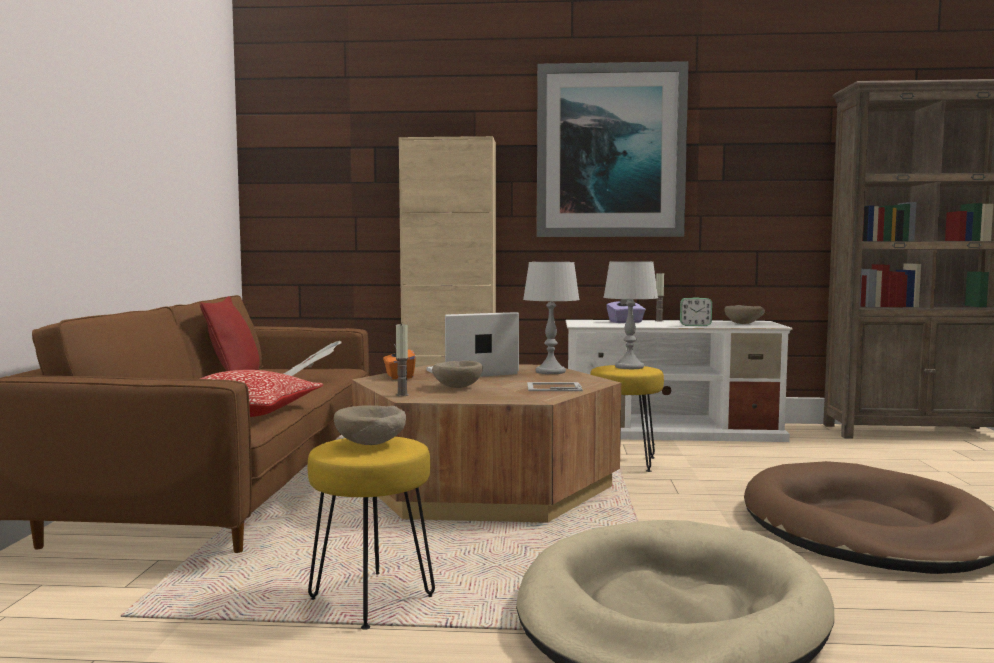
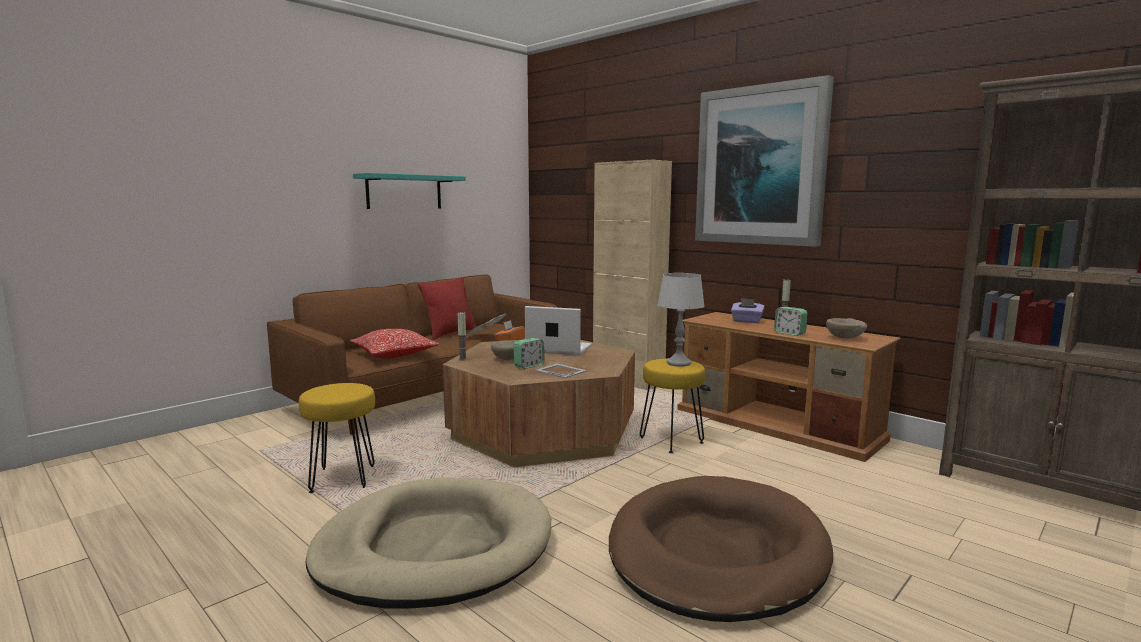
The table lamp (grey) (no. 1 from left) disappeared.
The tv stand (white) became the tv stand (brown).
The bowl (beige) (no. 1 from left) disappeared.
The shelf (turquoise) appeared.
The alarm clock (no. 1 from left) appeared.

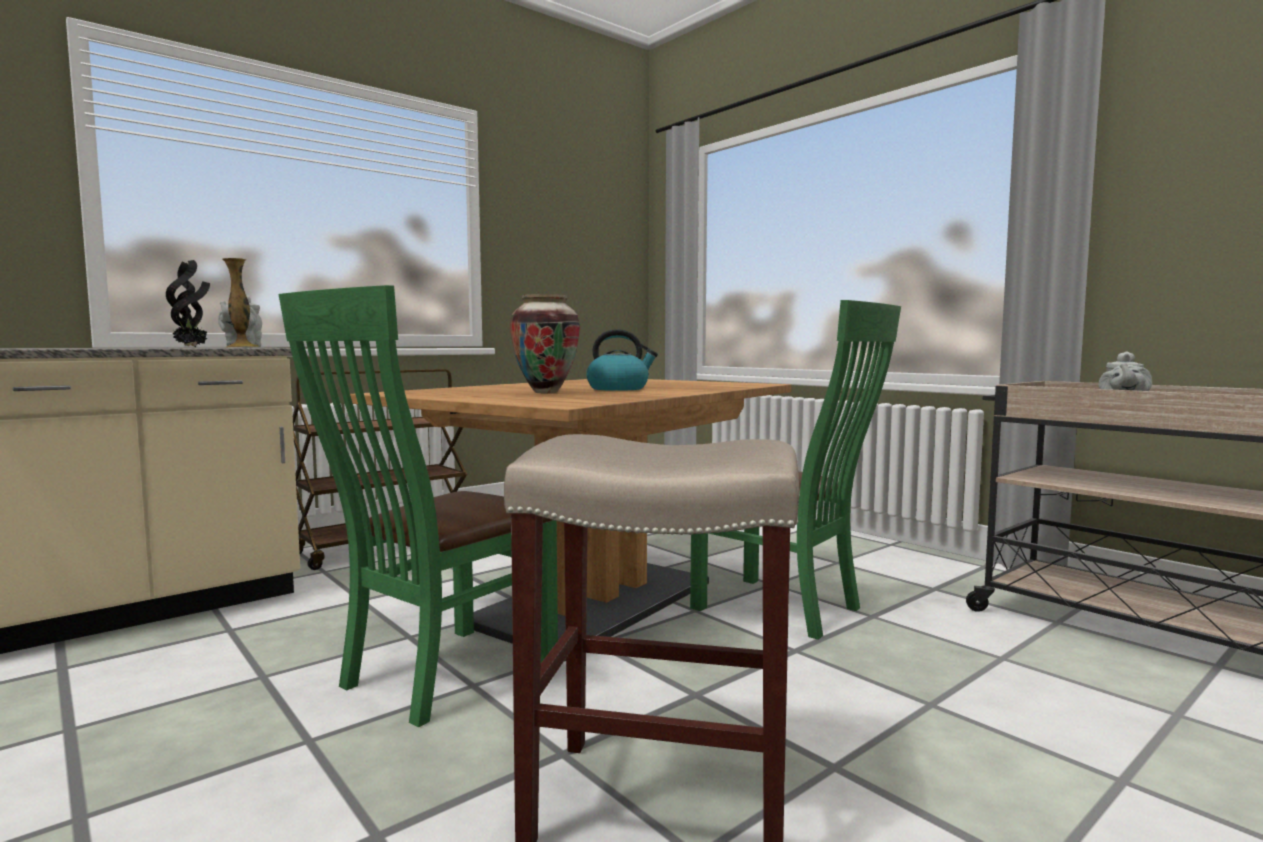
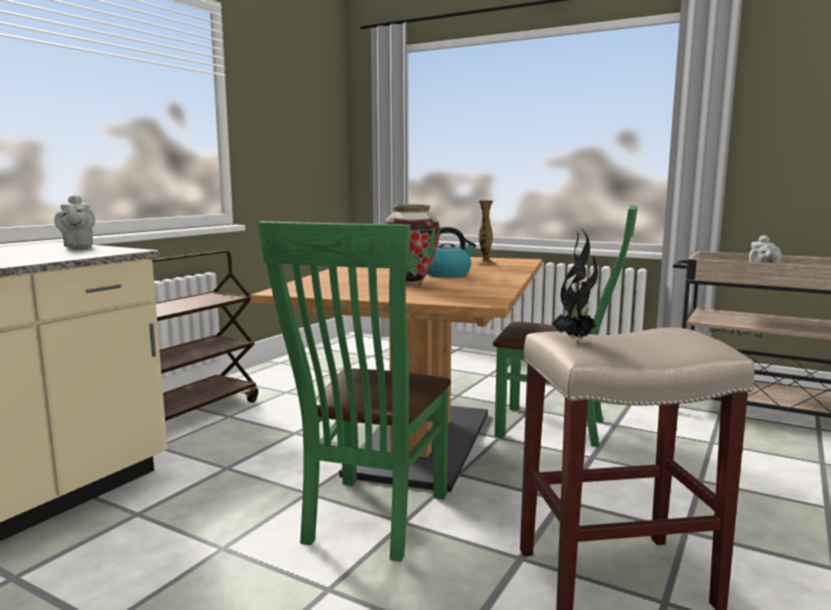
The vase (no. 1 from left in the first image) moved.
The potted plant moved.

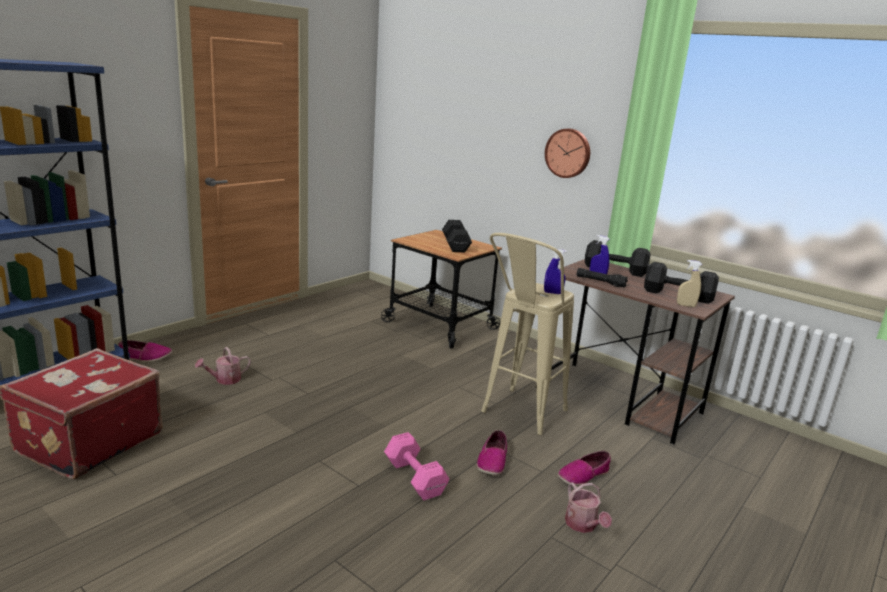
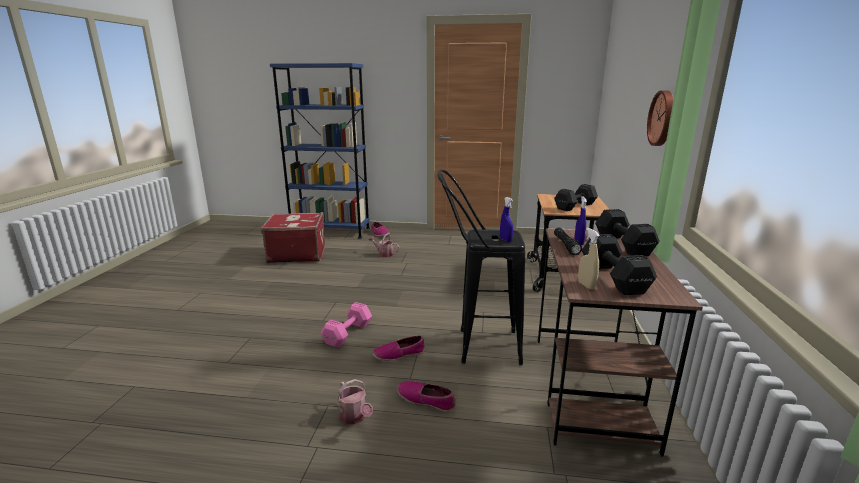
The stool (beige) became the stool (black).
The watering can (no. 2 from left in the first image) turned 75 degrees counterclockwise.

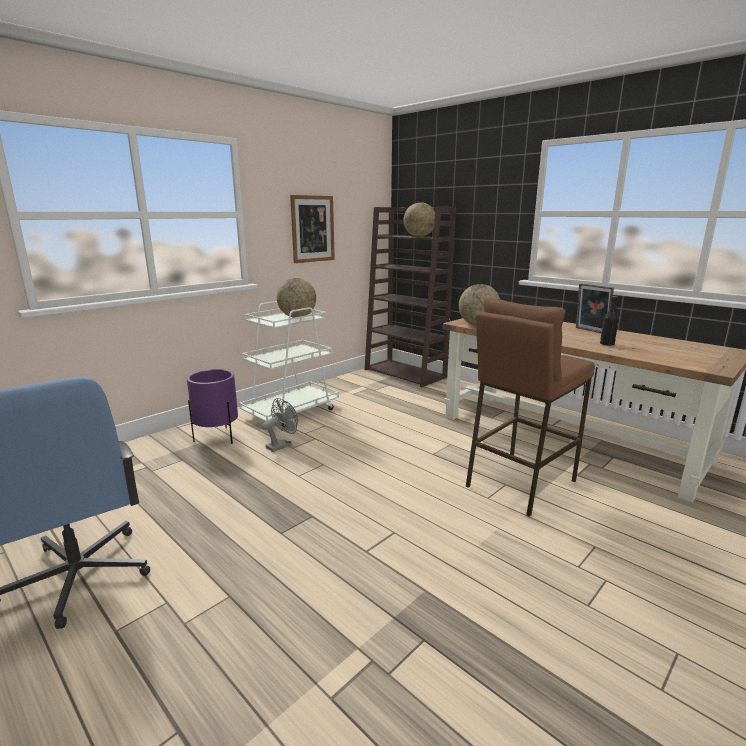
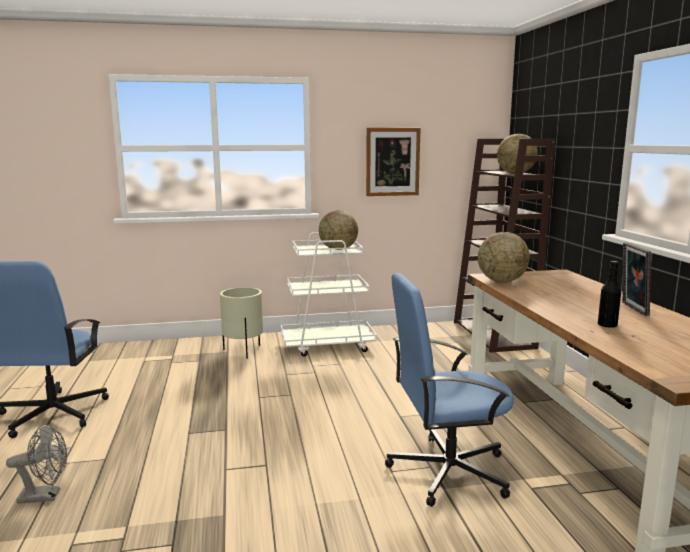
The stool (brown) was replaced by the office chair (blue) (no. 2 from left).
The planter (purple) became the planter (beige).
The fan (grey) moved.

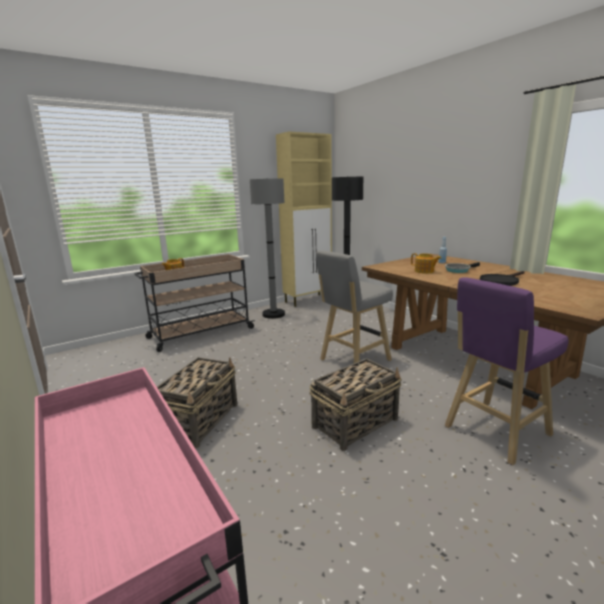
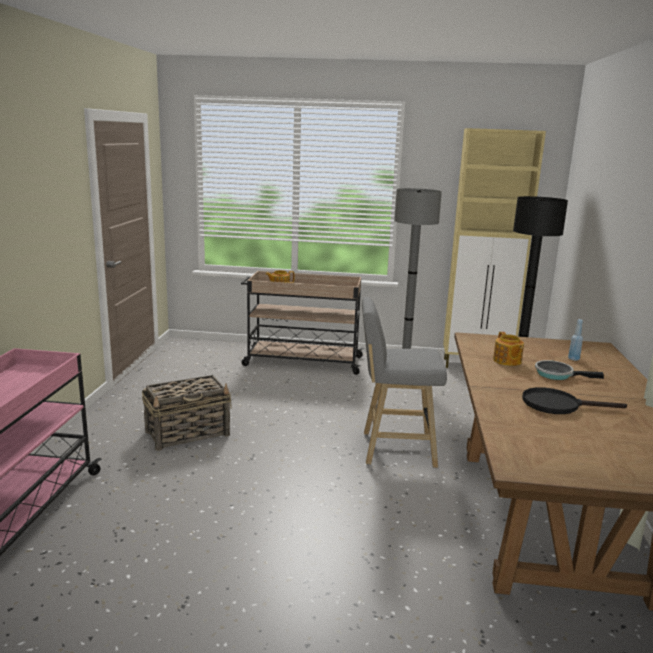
The stool (purple) disappeared.
The basket (no. 2 from left) disappeared.

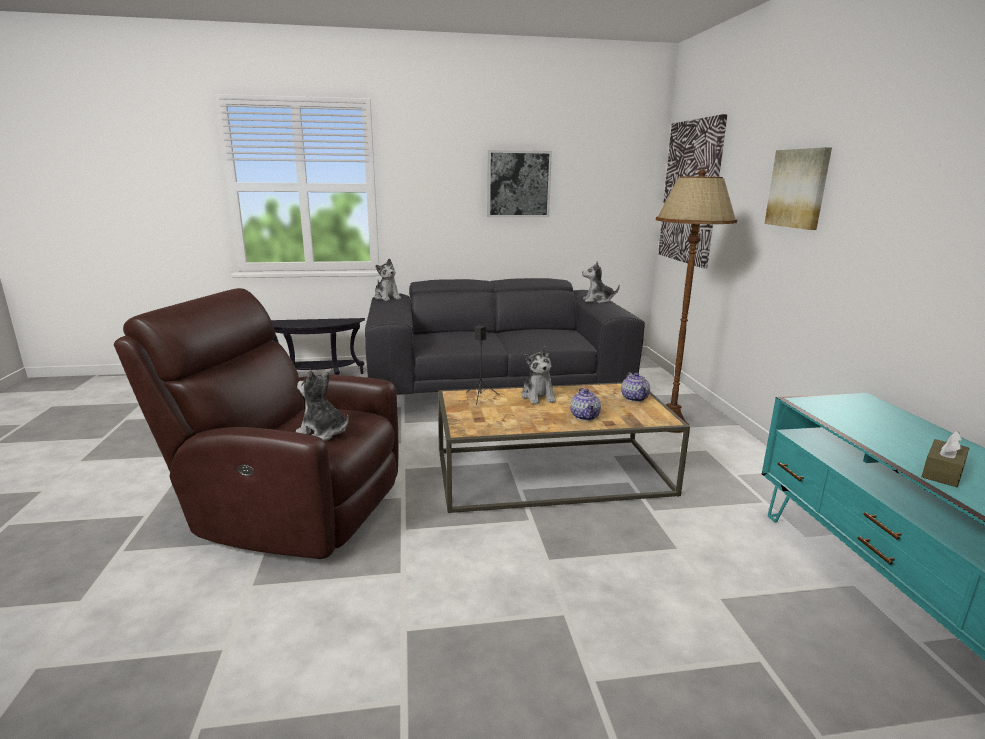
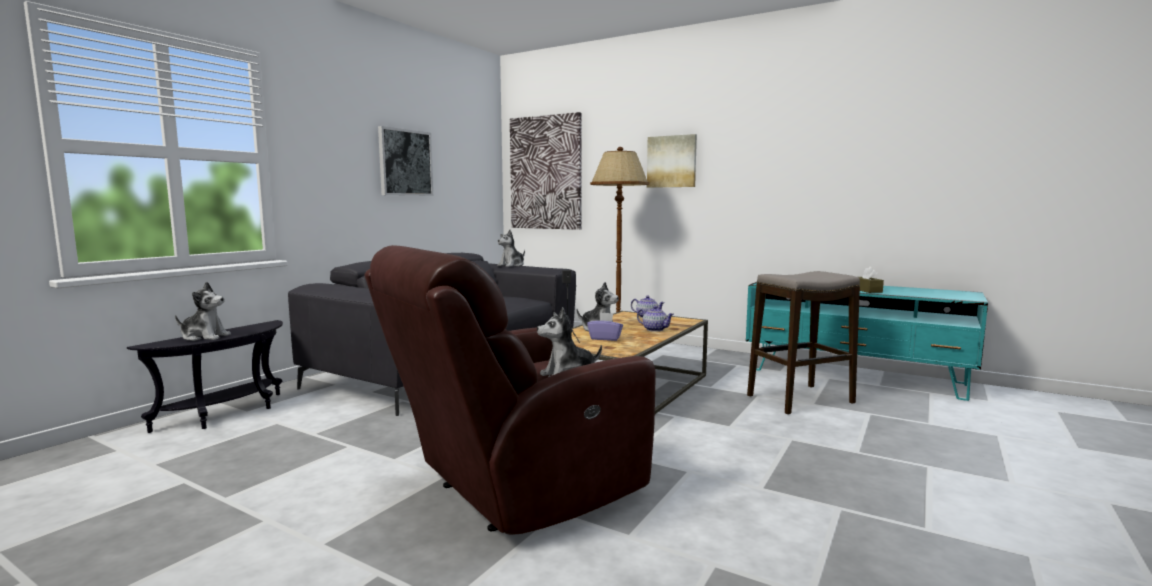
The plush toy (no. 2 from left in the first image) moved.
The stool appeared.
The tissue box (purple) appeared.

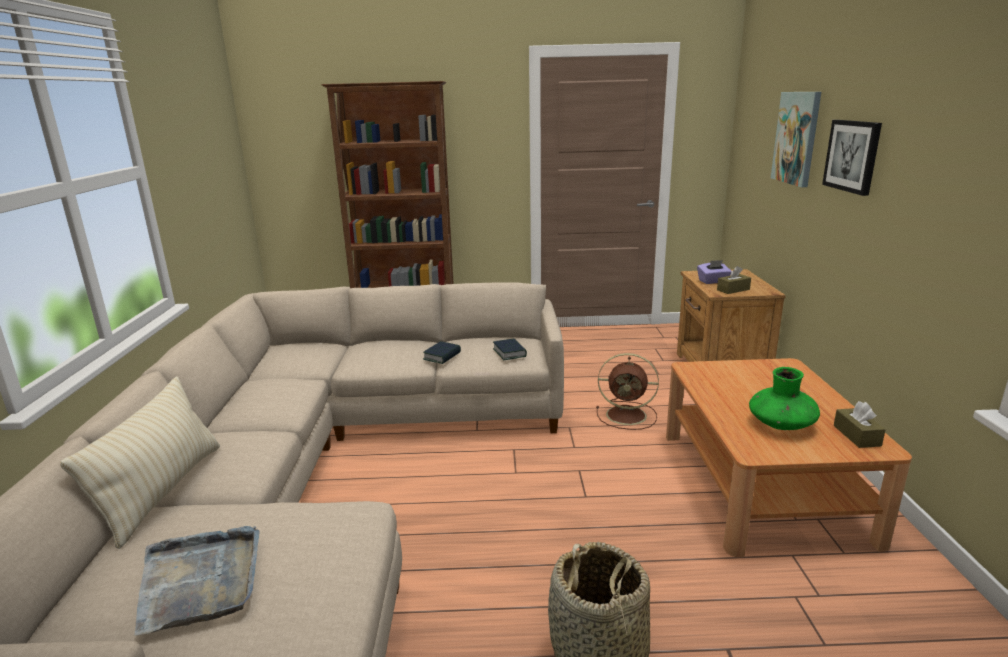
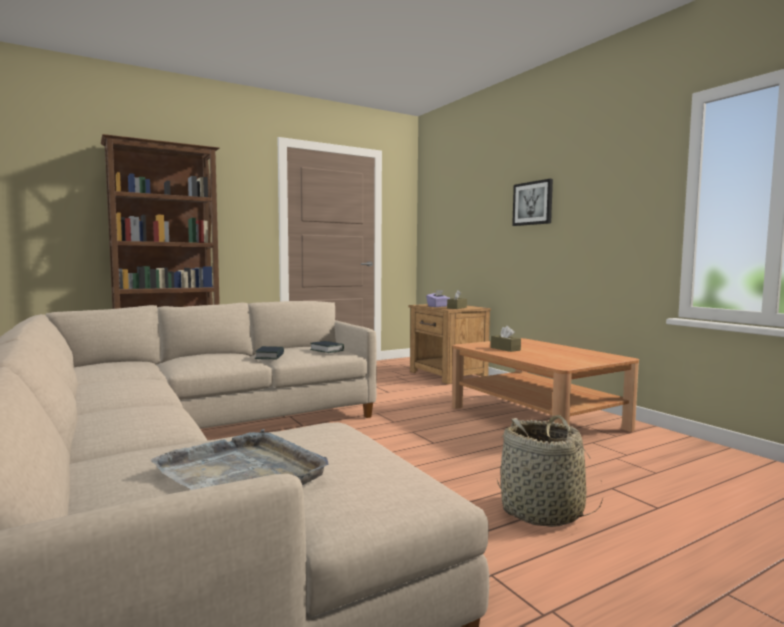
The picture (no. 1 from left) disappeared.
The fan (brown) disappeared.
The vase (green) disappeared.
The pillow (beige) disappeared.
The tissue box (brown) (no. 2 from left) moved.

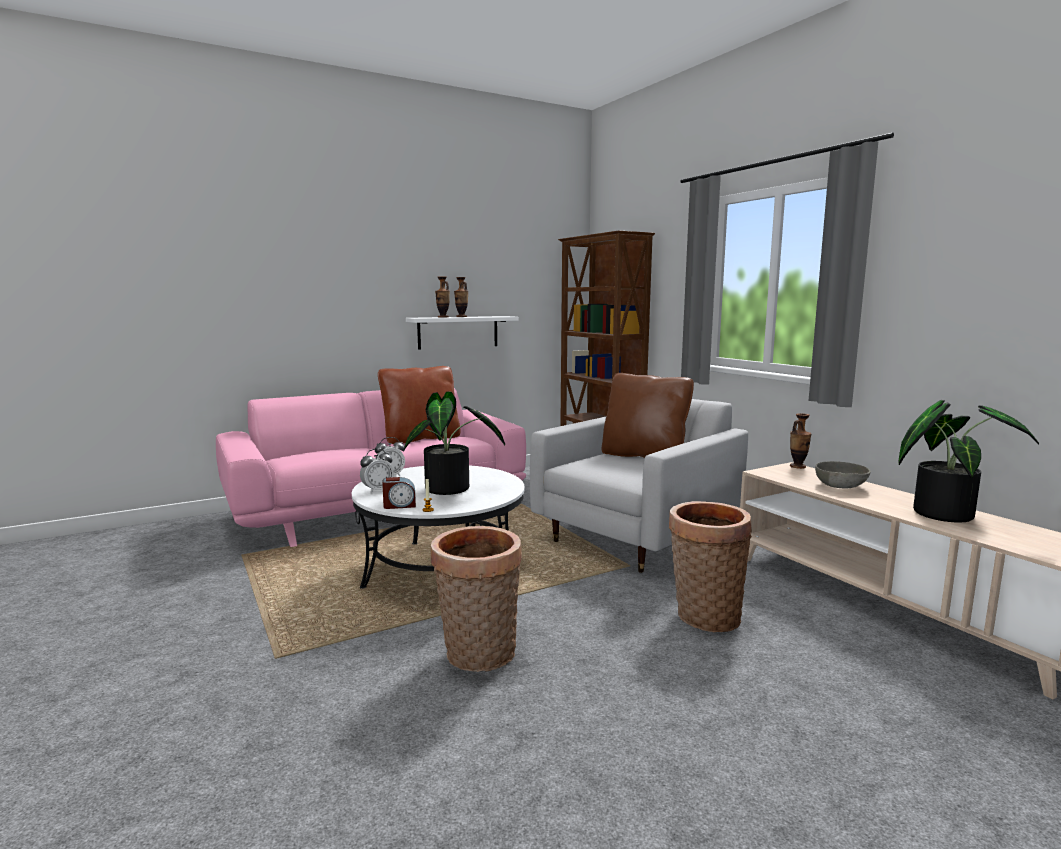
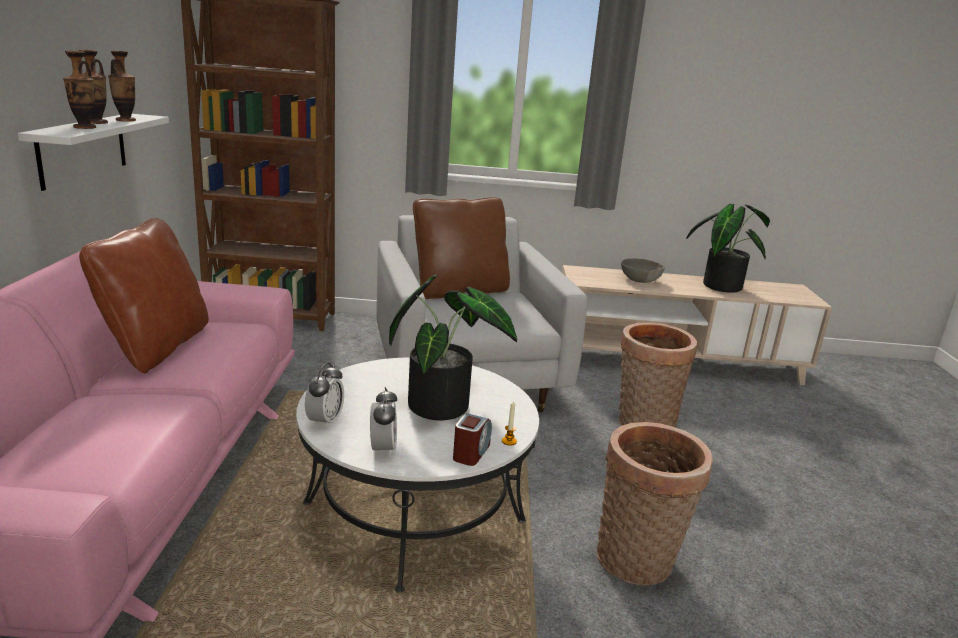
The vase (no. 3 from left) moved.

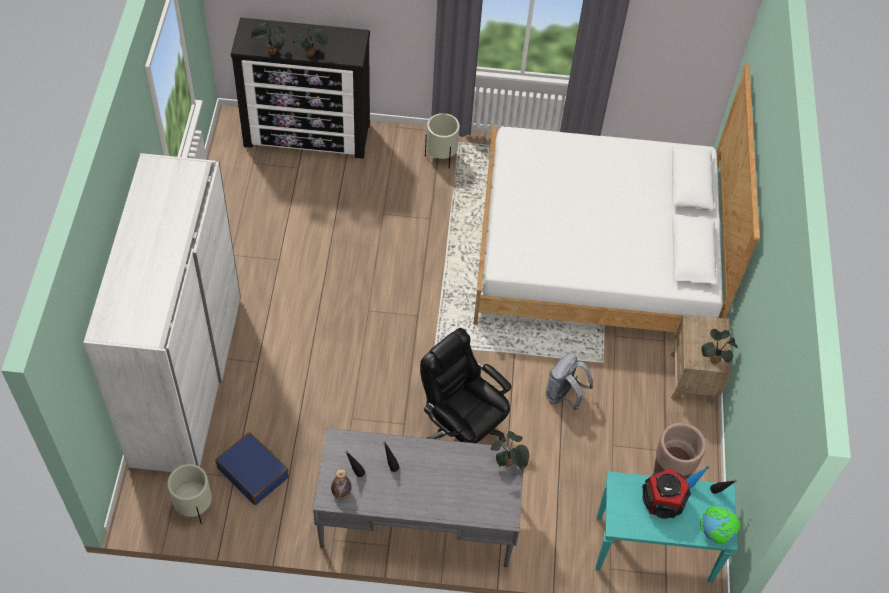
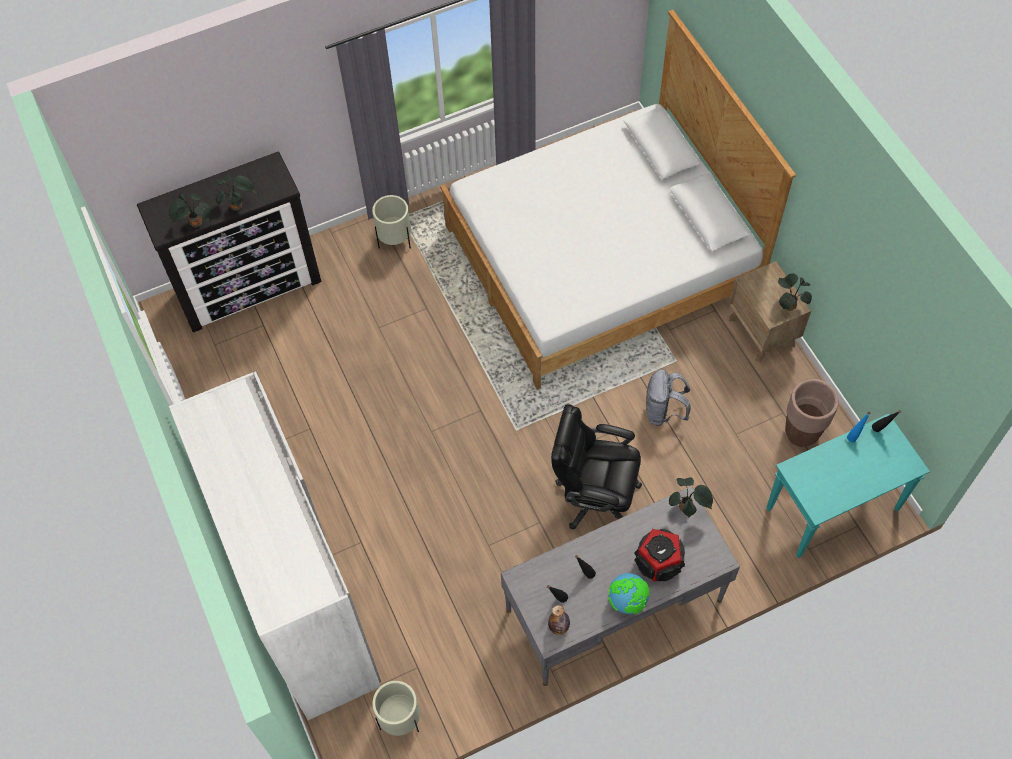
The suitcase (blue) disappeared.
The speaker moved.
The globe moved.

